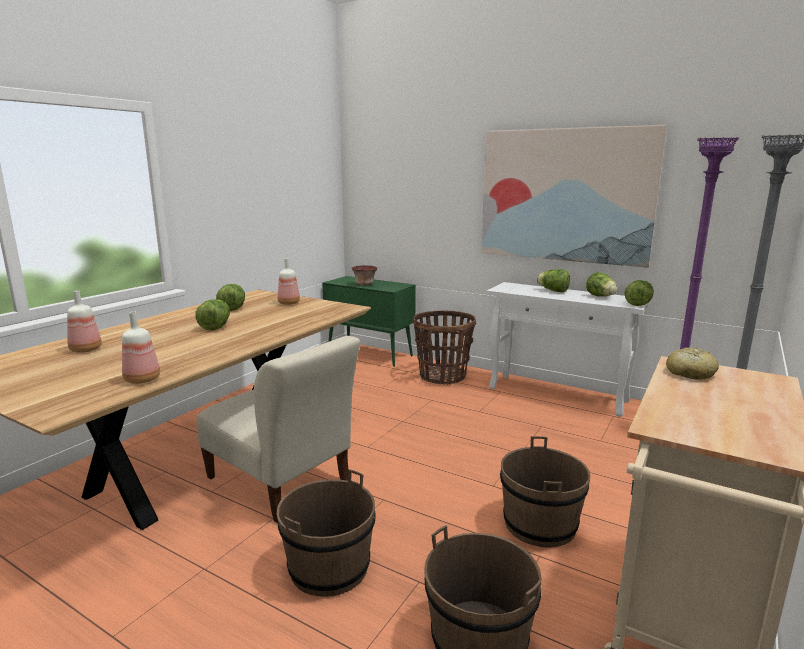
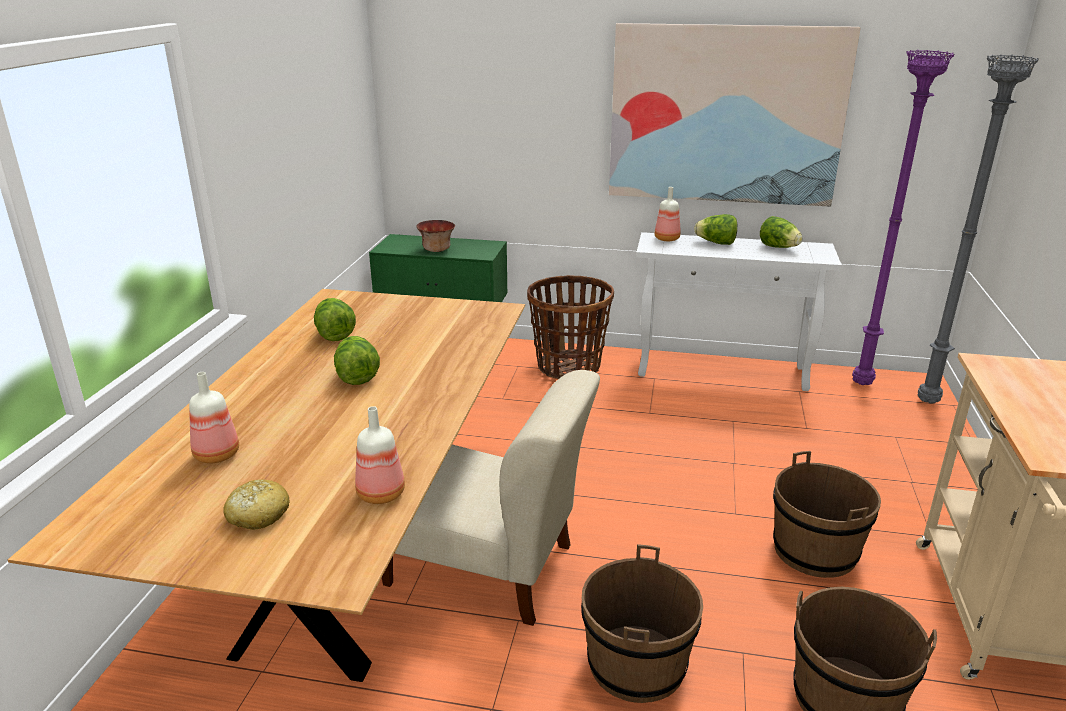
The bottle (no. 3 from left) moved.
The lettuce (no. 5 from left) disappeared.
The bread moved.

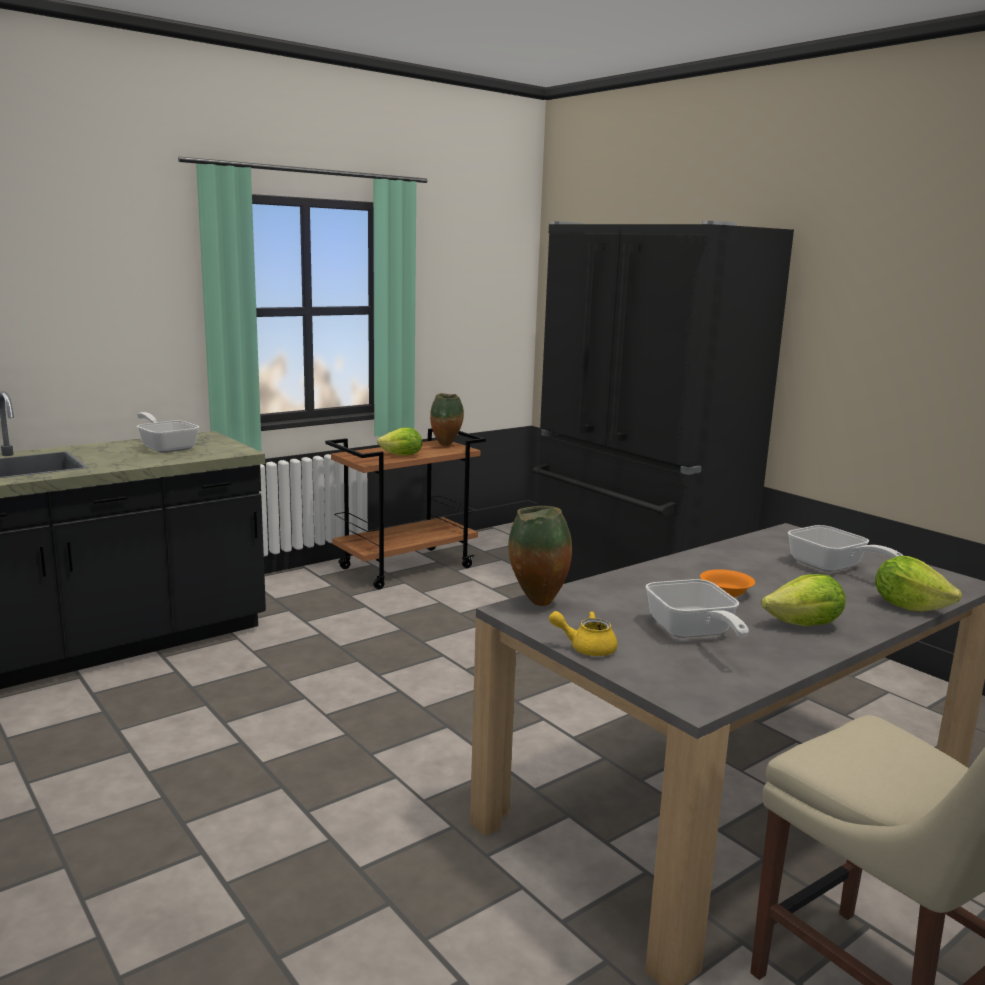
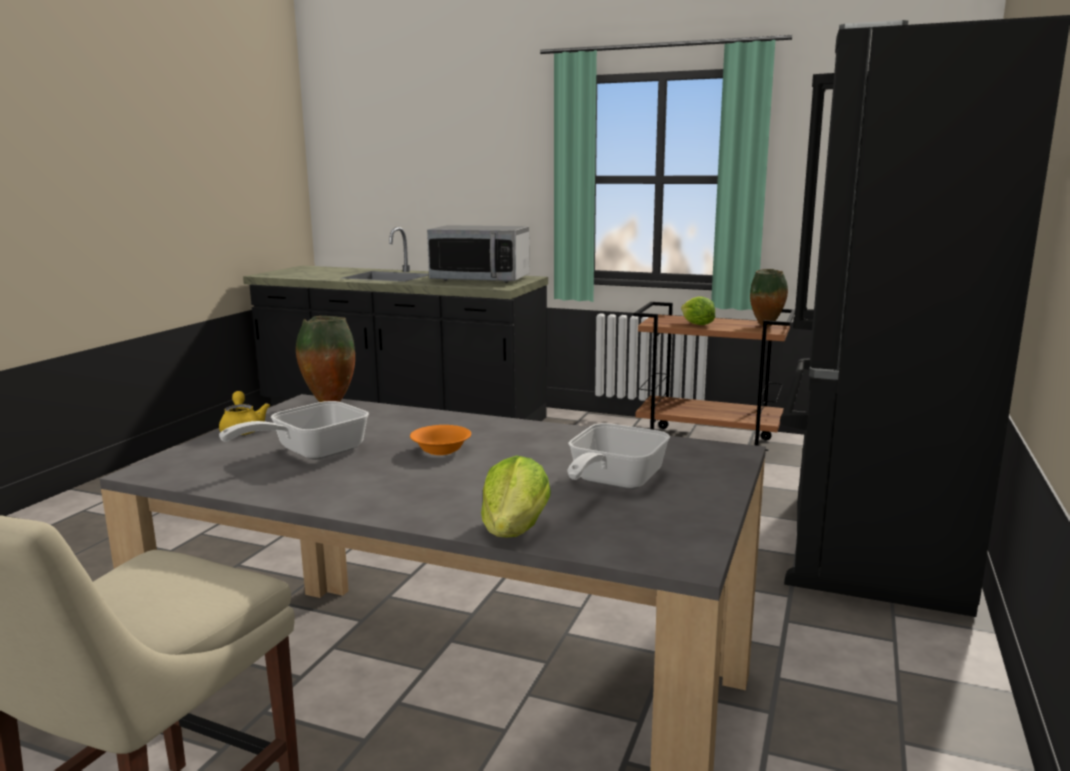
The frying pan (no. 1 from left) was replaced by the microwave.
The lettuce (no. 2 from left) disappeared.

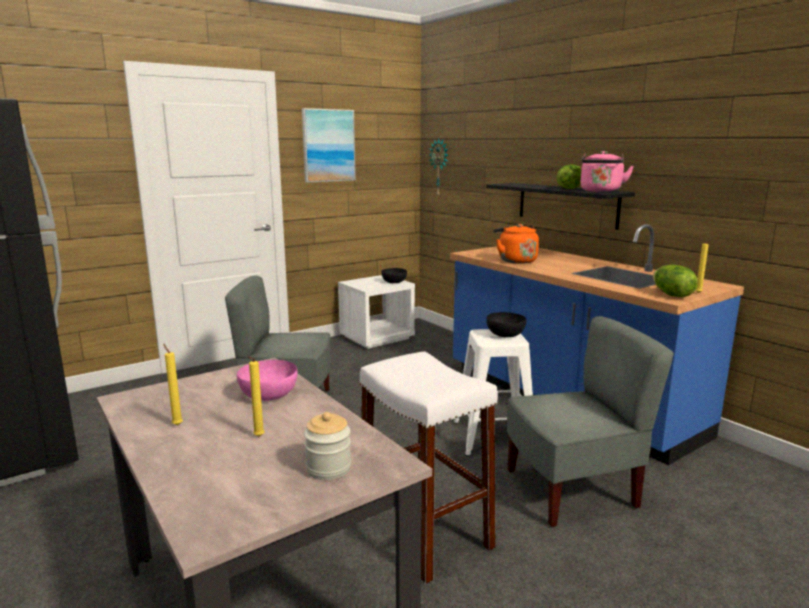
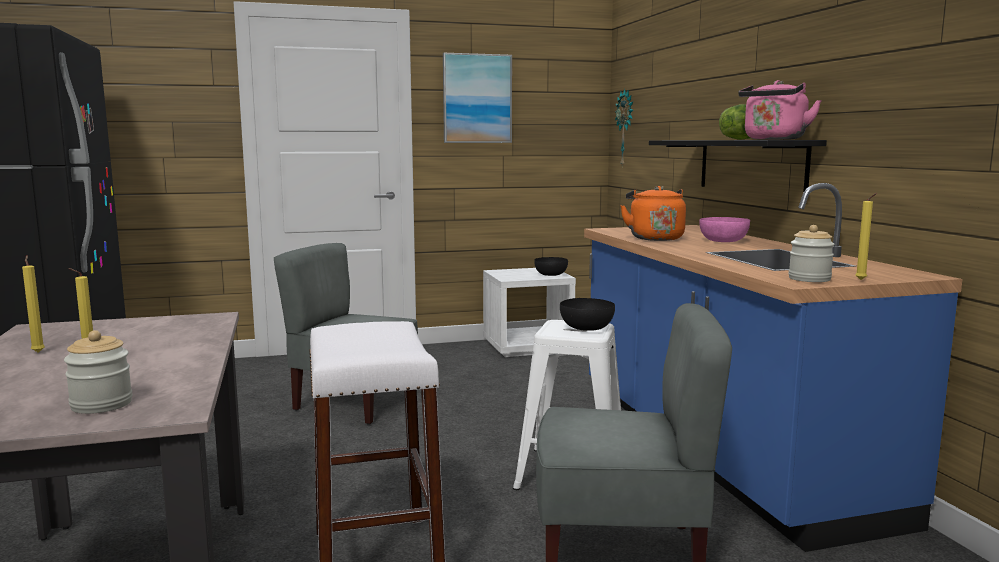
The lettuce (no. 2 from left) was replaced by the jar (no. 2 from left).
The bowl (pink) moved.

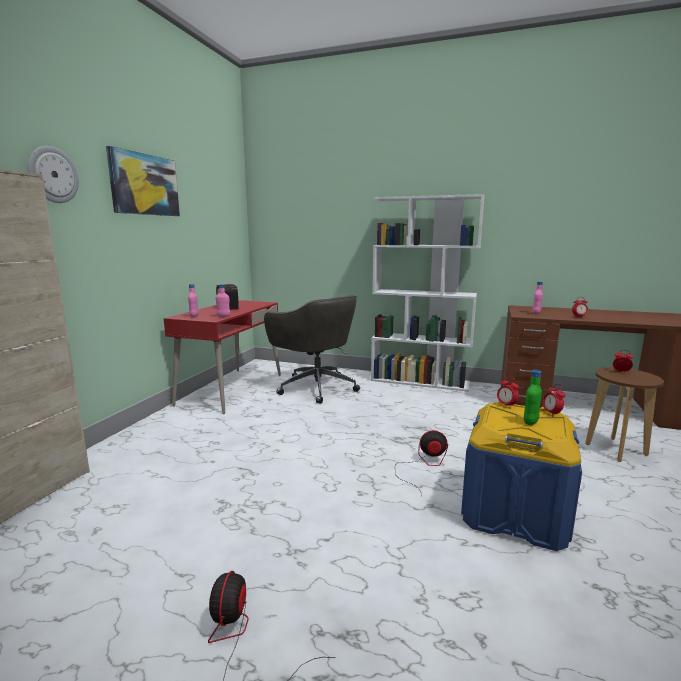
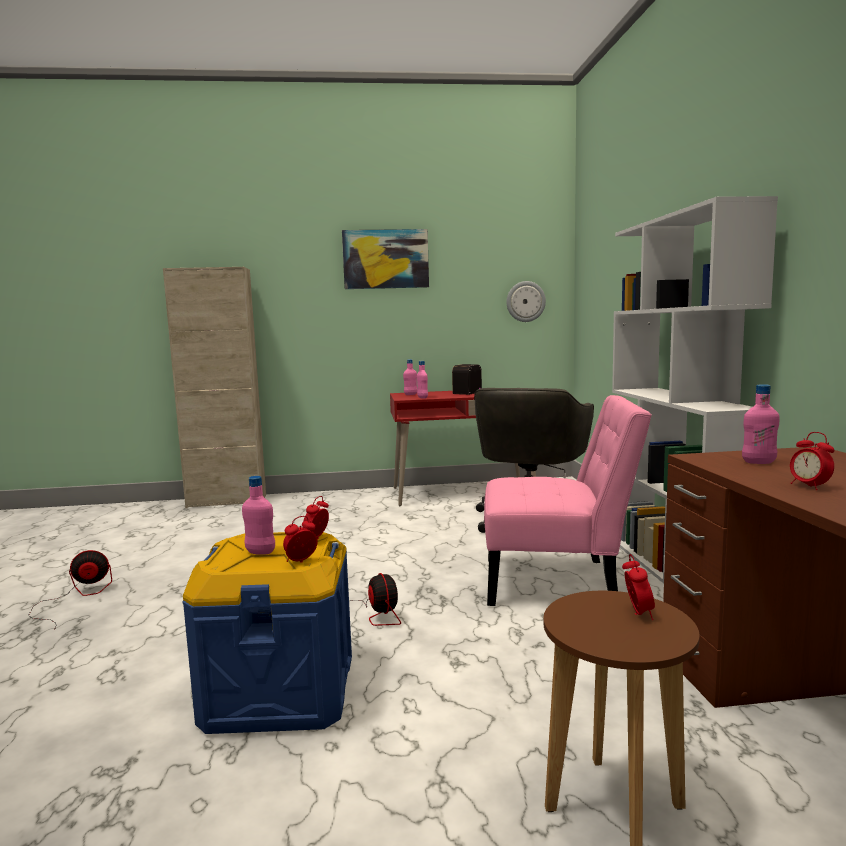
The wall clock moved.
The bottle (green) became the bottle (pink) (no. 1 from left).
The chair (pink) appeared.

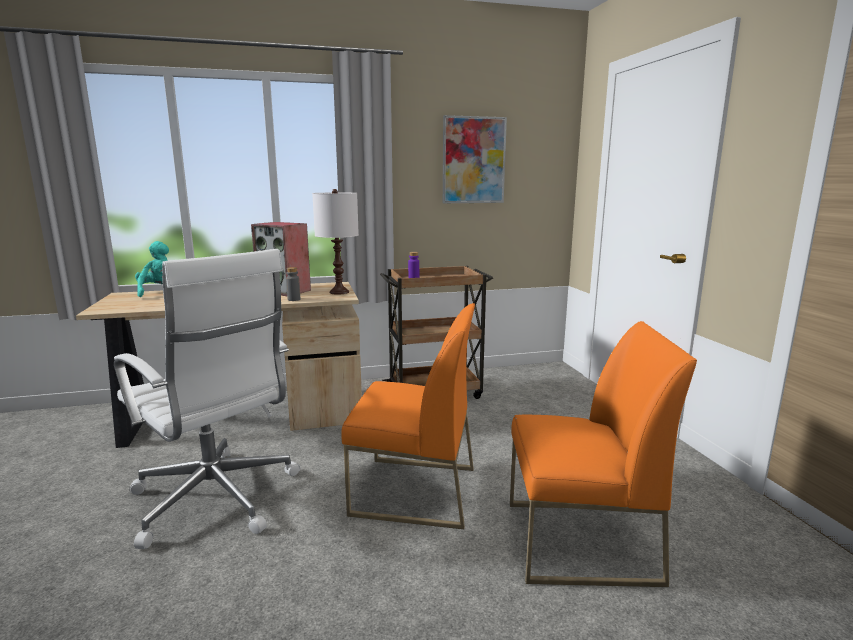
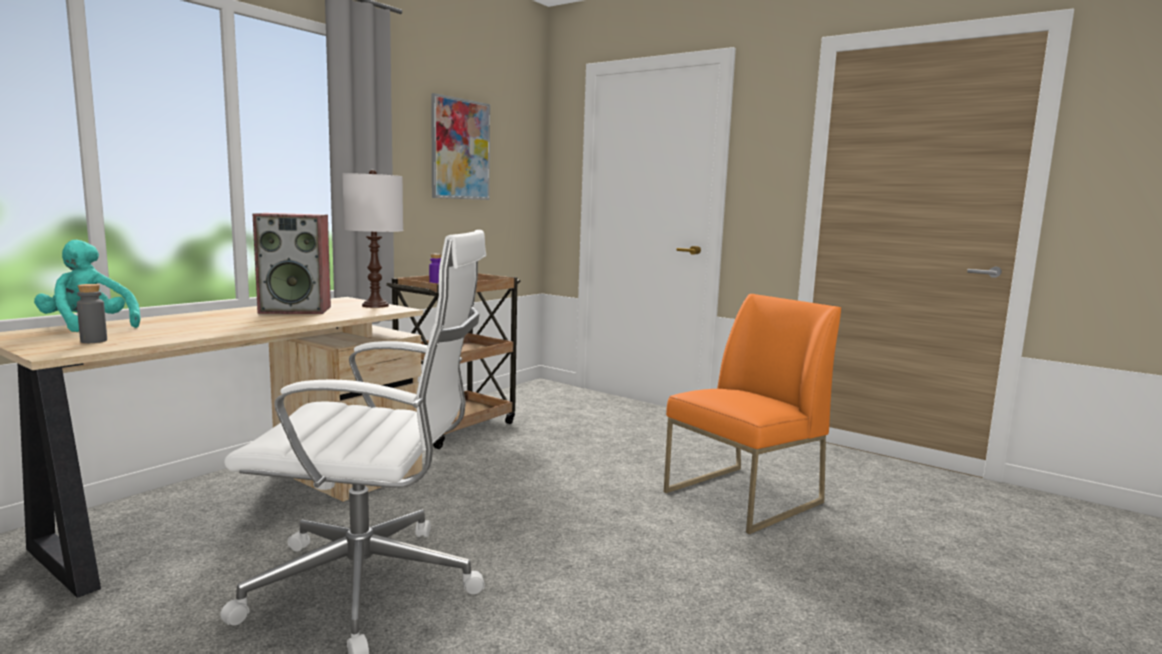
The bottle (grey) moved.
The chair (orange) (no. 1 from left) disappeared.

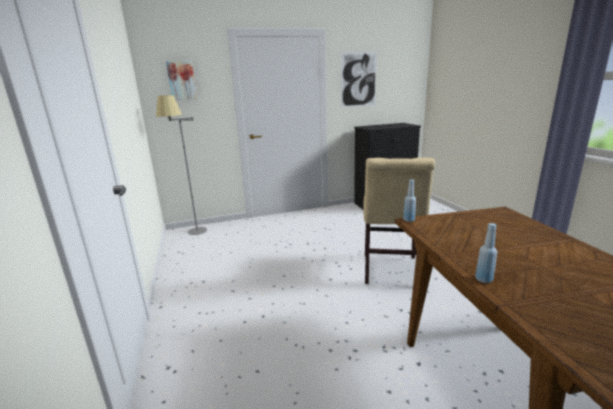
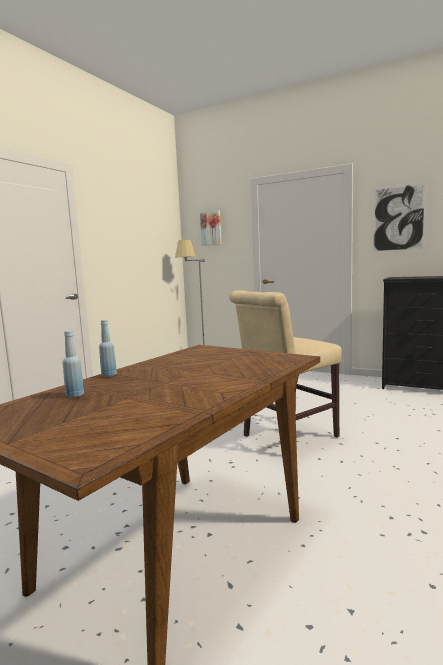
The bottle (blue) (no. 1 from left) moved.

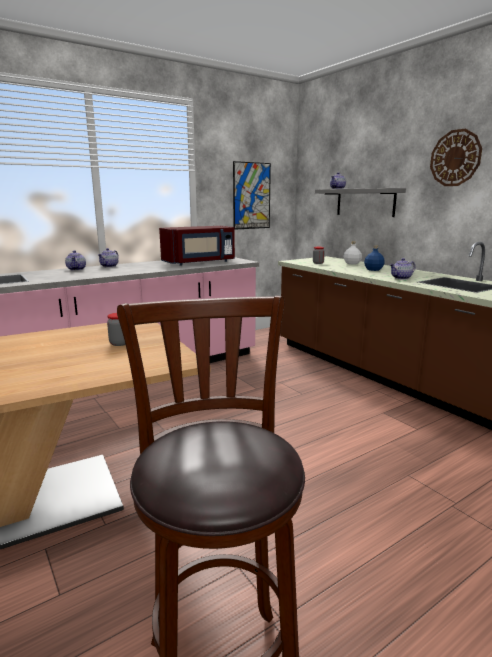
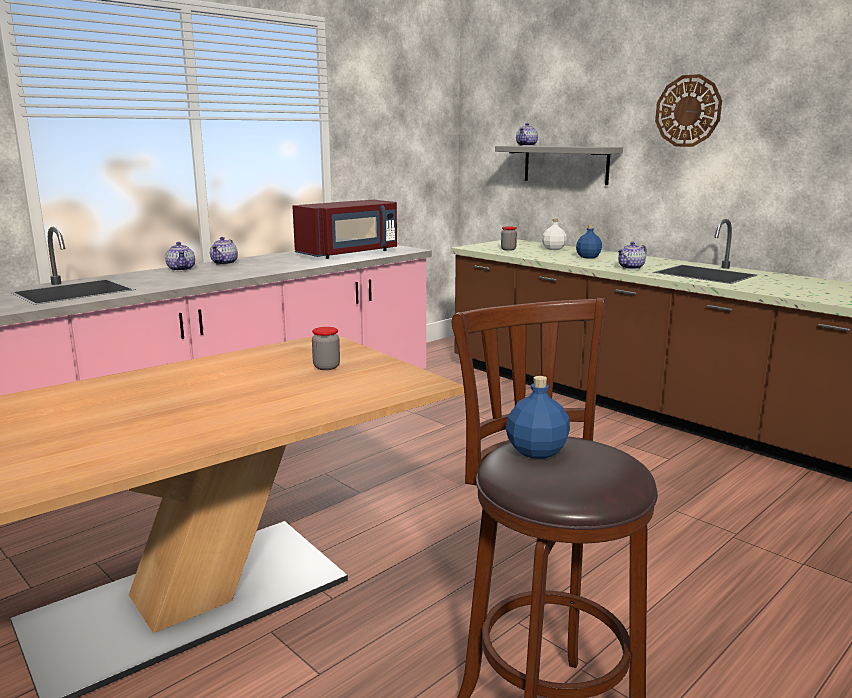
The picture disappeared.
The bottle (blue) (no. 1 from left) appeared.

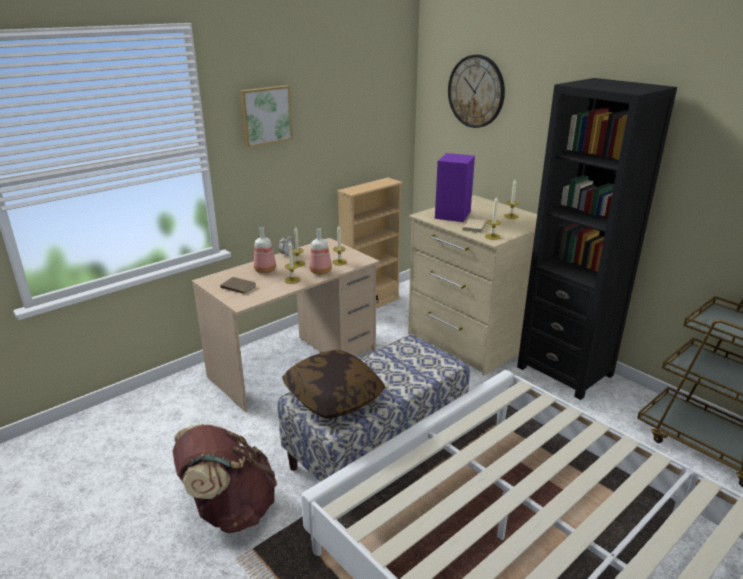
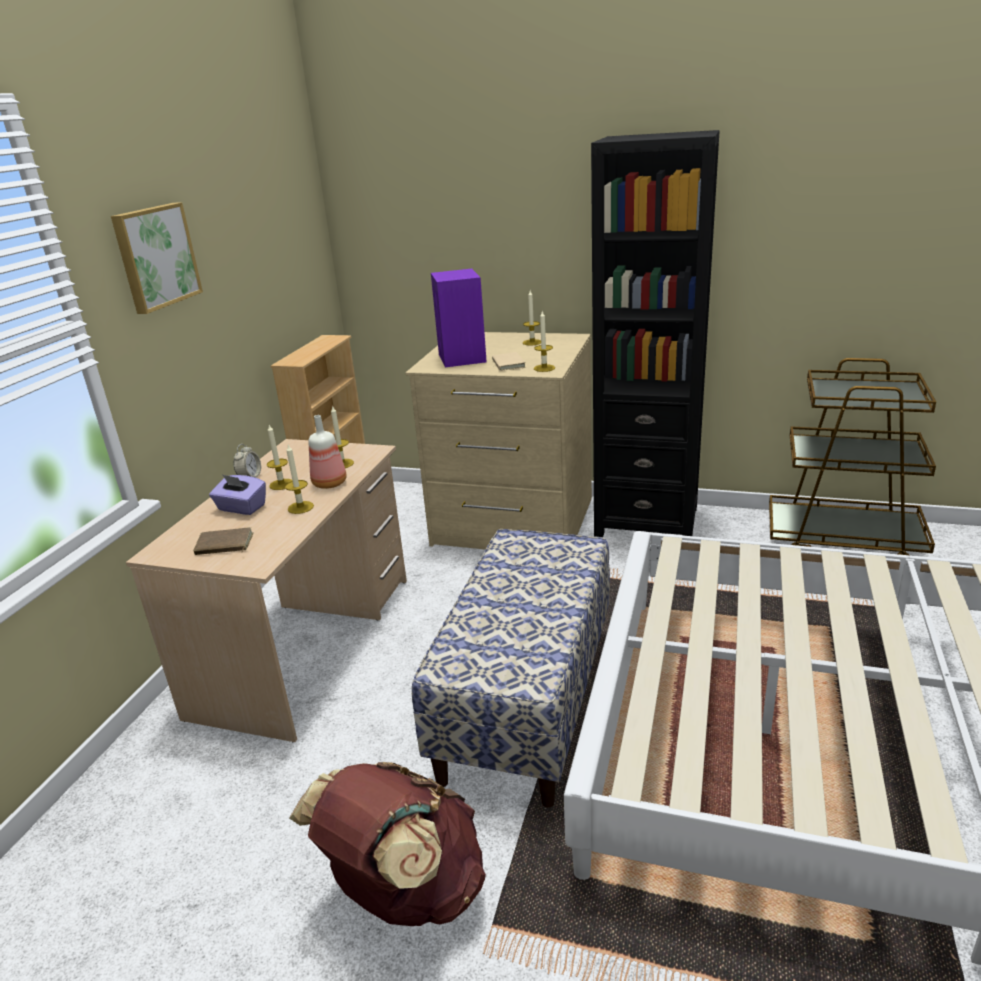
The wall clock disappeared.
The bottle (no. 1 from left) was replaced by the tissue box (purple).
The pillow disappeared.

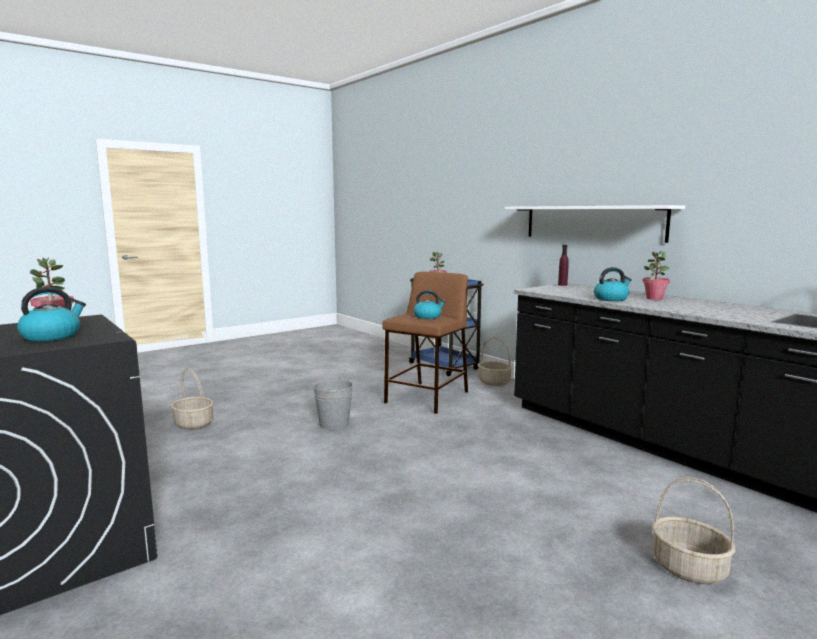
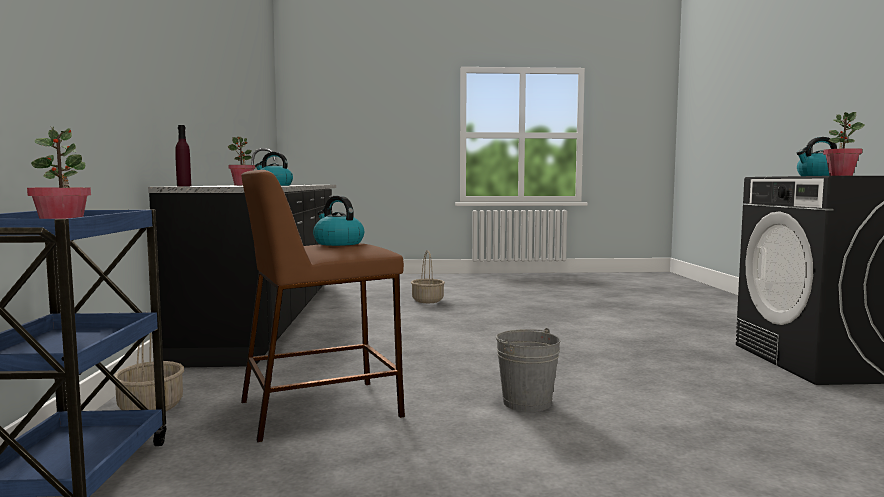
The shelf (white) disappeared.
The basket (no. 1 from left) disappeared.

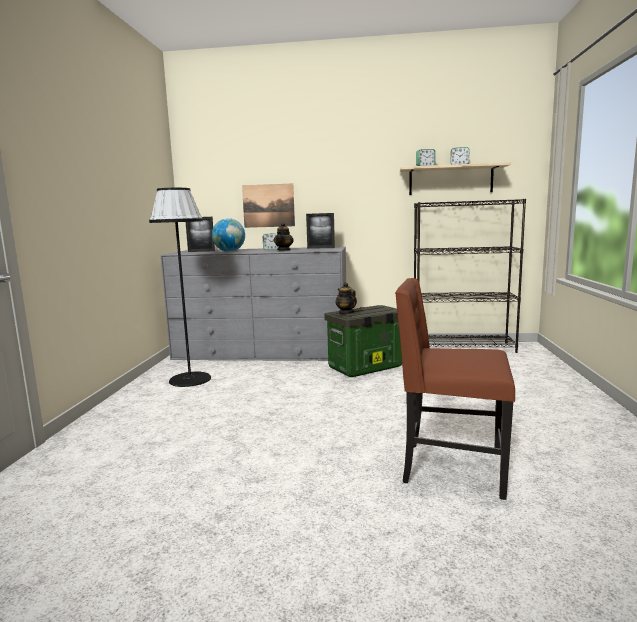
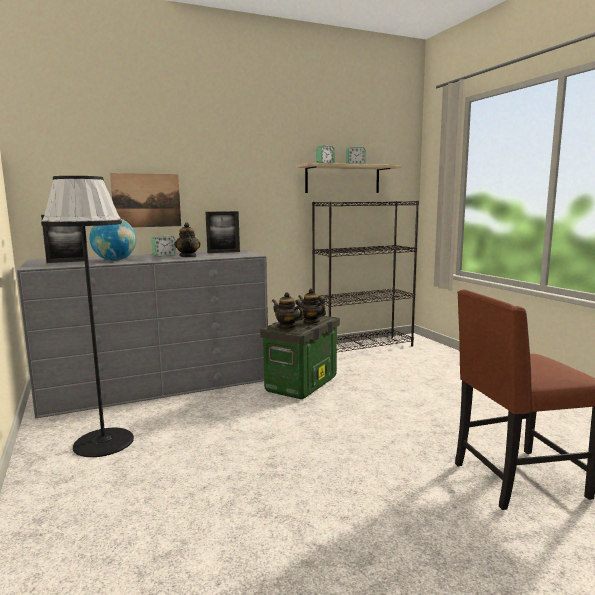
The teapot (no. 3 from left) appeared.

